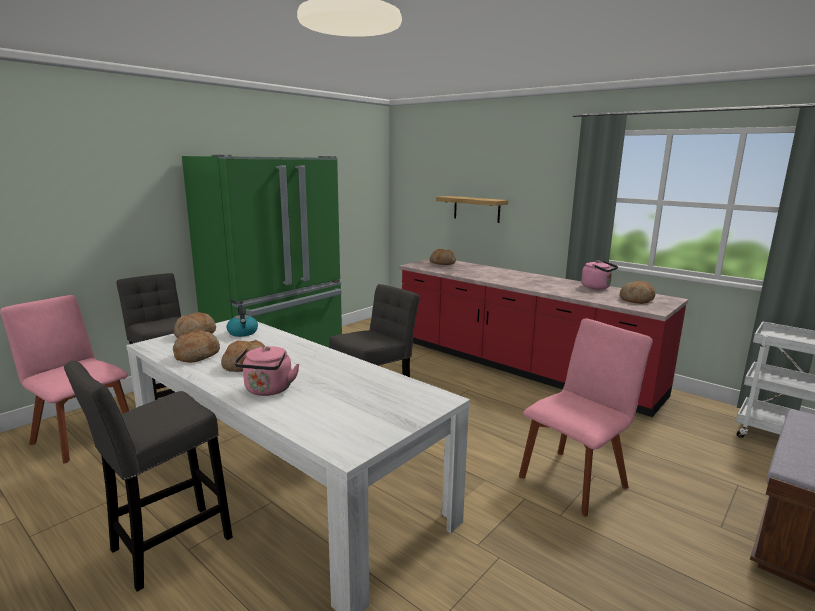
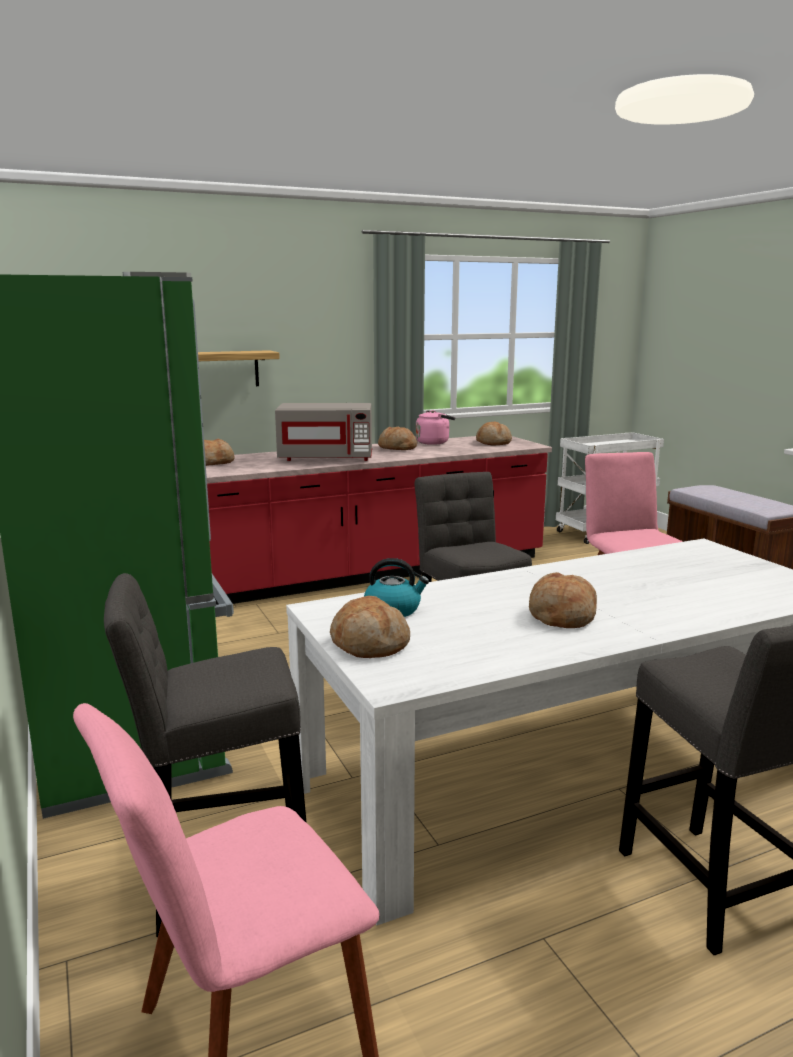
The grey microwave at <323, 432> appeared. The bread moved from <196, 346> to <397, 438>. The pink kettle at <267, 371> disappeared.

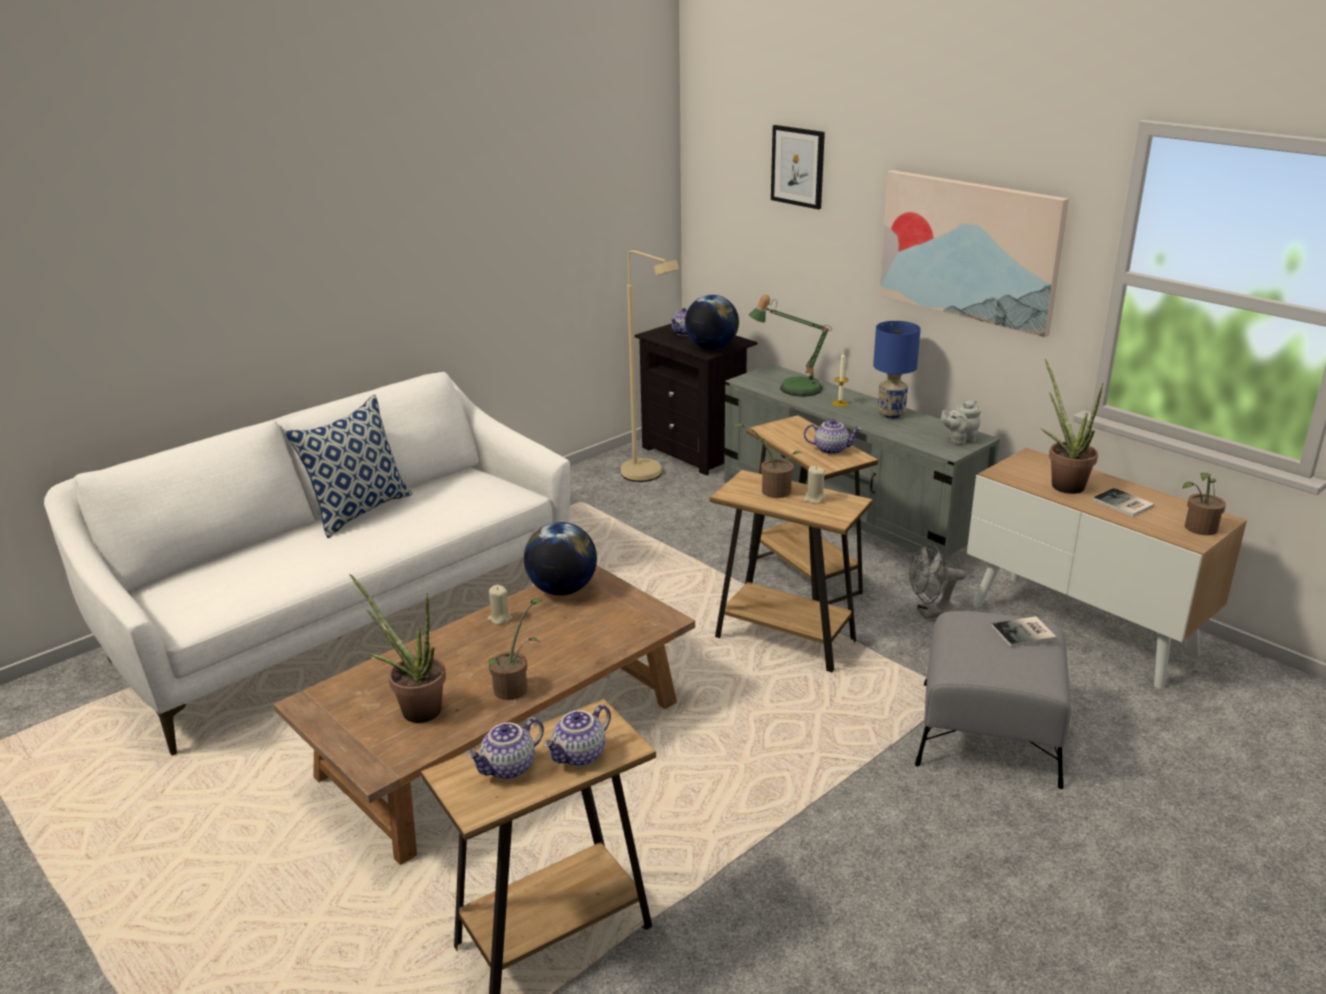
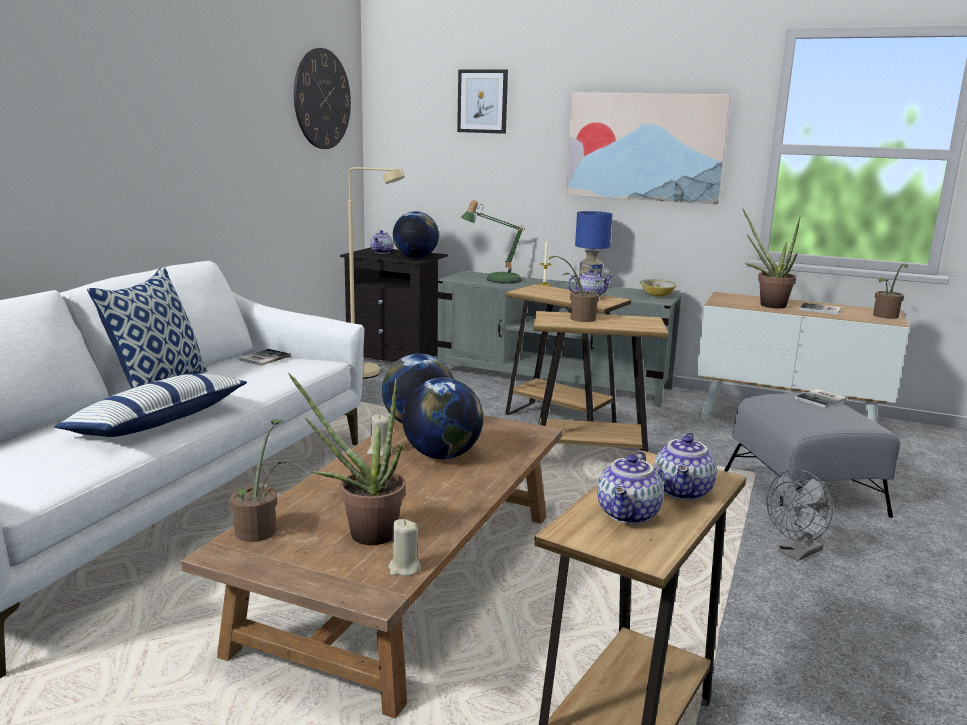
The pillow at <150, 405> appeared. The potted plant moved from <515, 649> to <261, 481>. The book at <265, 357> appeared. The wall clock at <322, 98> appeared. The beige candle moved from <815, 485> to <404, 547>. The globe at <442, 418> appeared. The grey teapot at <961, 422> was replaced by the bowl at <659, 288>. The grey fan moved from <937, 581> to <800, 515>.

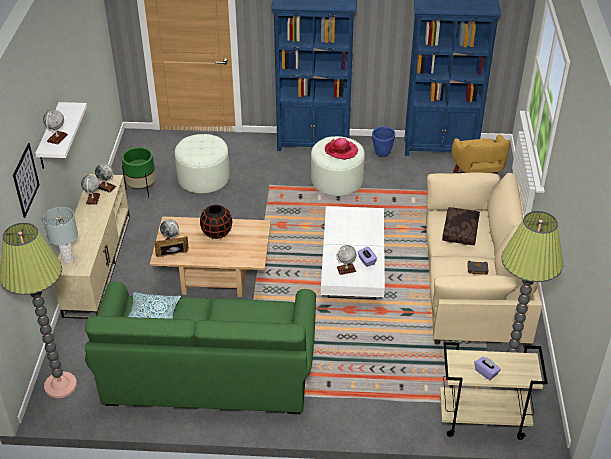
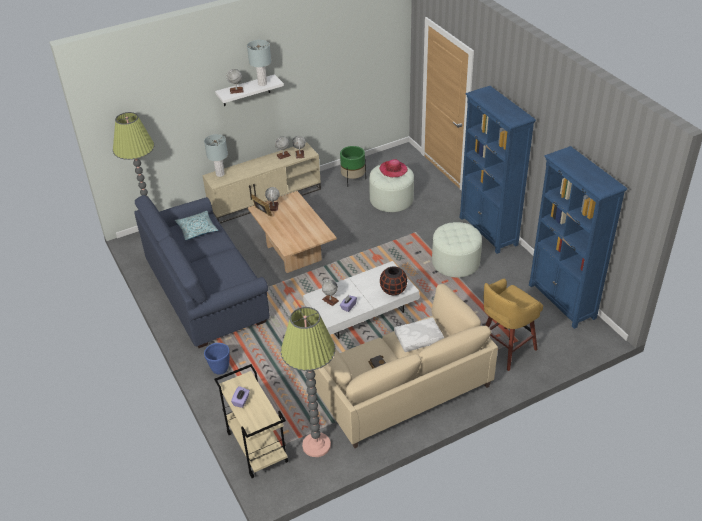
The green sofa at <200, 347> became the blue sofa at <202, 271>. The blue planter moved from <383, 141> to <217, 359>. The grey table lamp at <259, 63> appeared. The hat moved from <341, 149> to <394, 168>. The black vase moved from <216, 222> to <393, 280>. The brown pillow at <461, 226> became the white pillow at <419, 335>. The picture at <26, 180> disappeared.

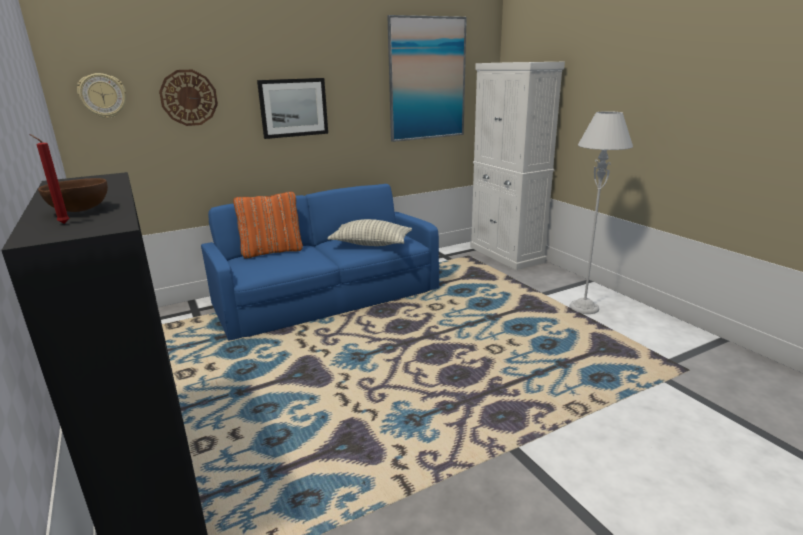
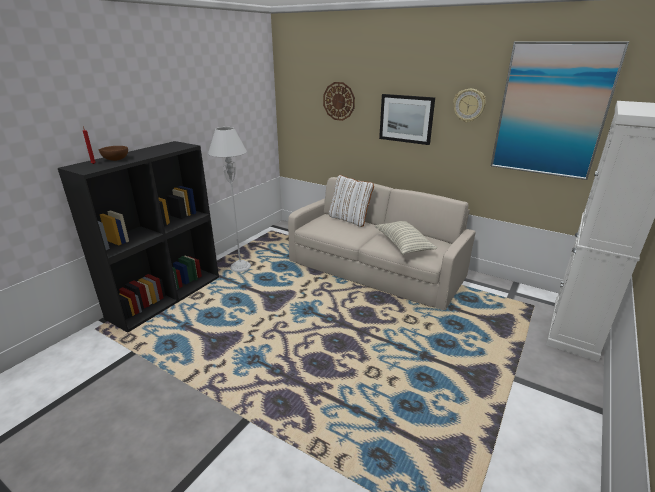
The grey floor lamp moved from <601, 212> to <229, 199>. The blue sofa at <320, 262> became the beige sofa at <382, 243>. The orange pillow at <268, 225> became the white pillow at <351, 201>. The wall clock moved from <101, 95> to <469, 106>.

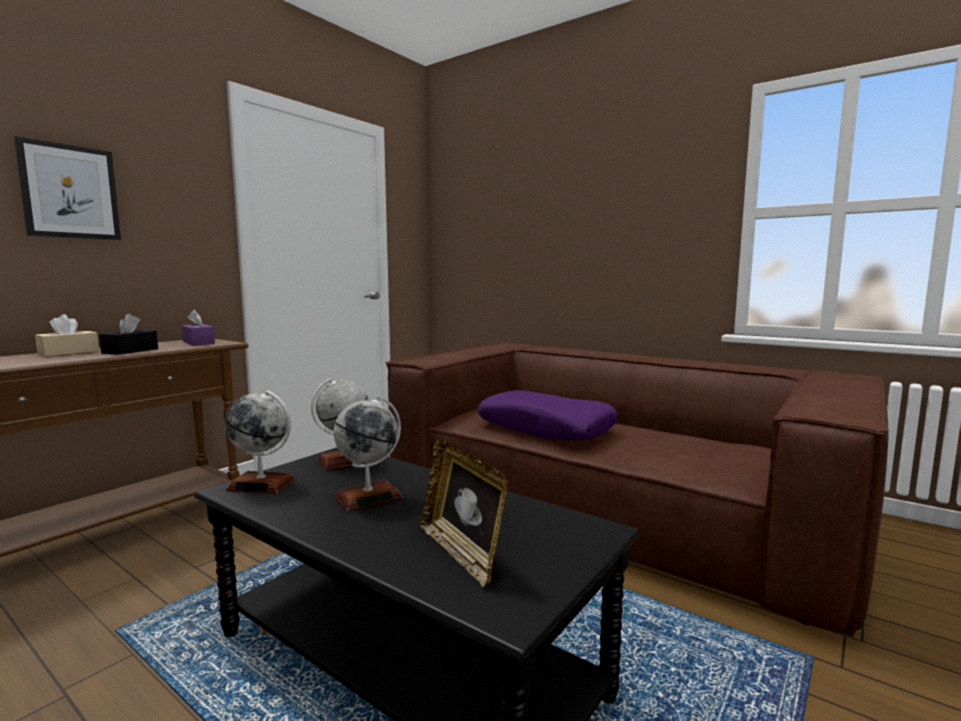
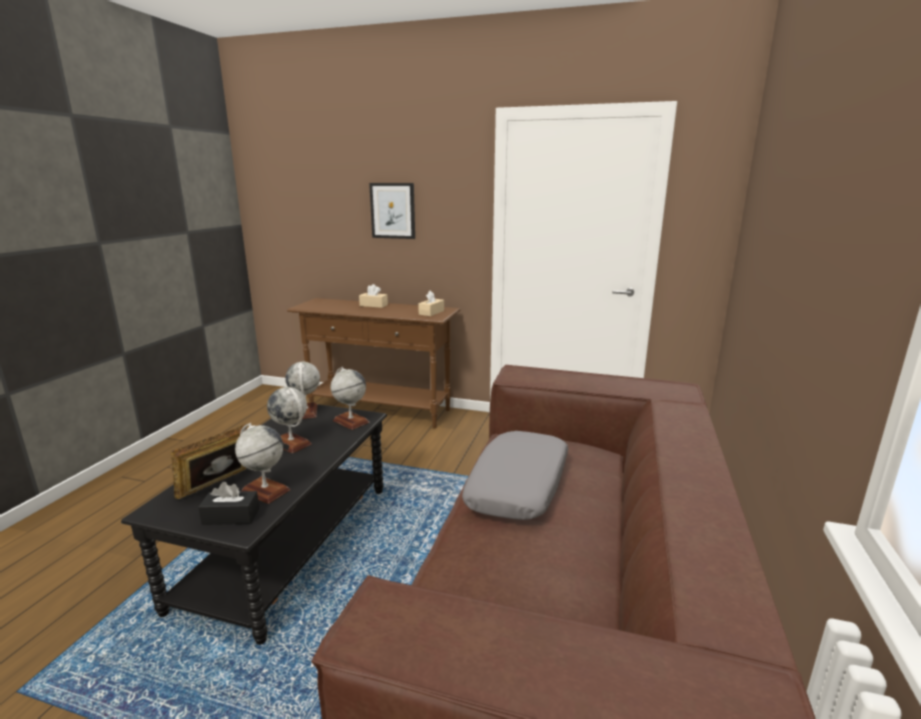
The black tissue box moved from <128, 334> to <229, 503>. The globe at <262, 463> appeared. The purple tissue box at <198, 328> became the beige tissue box at <431, 303>. The purple pillow at <548, 415> became the grey pillow at <515, 475>.

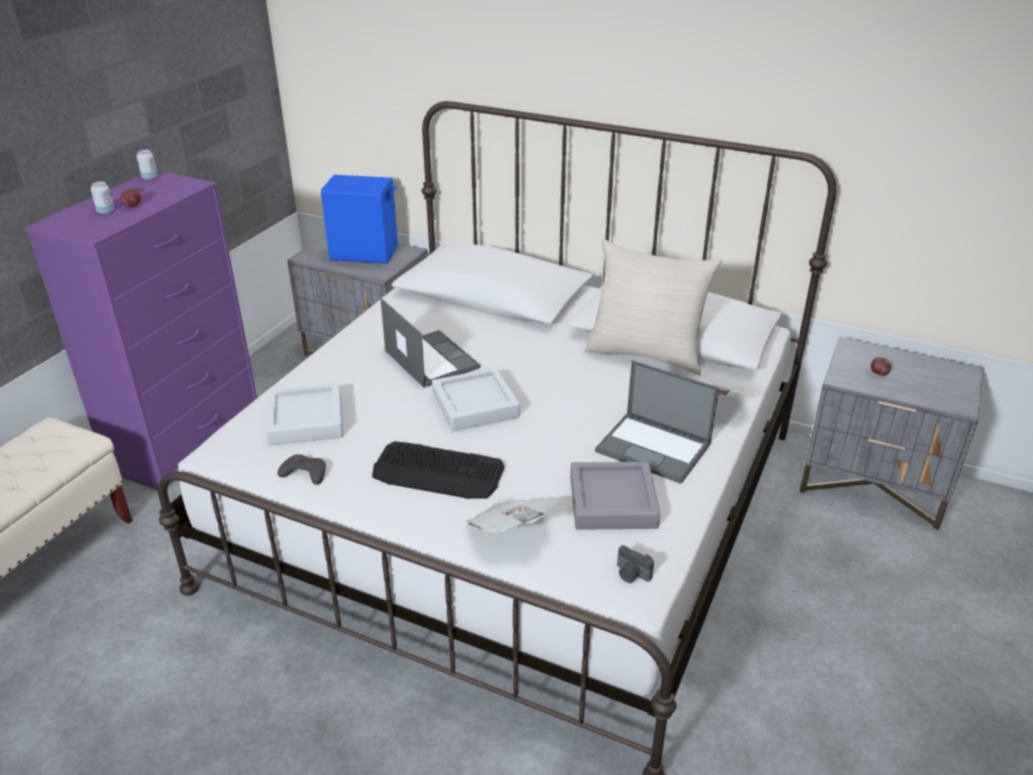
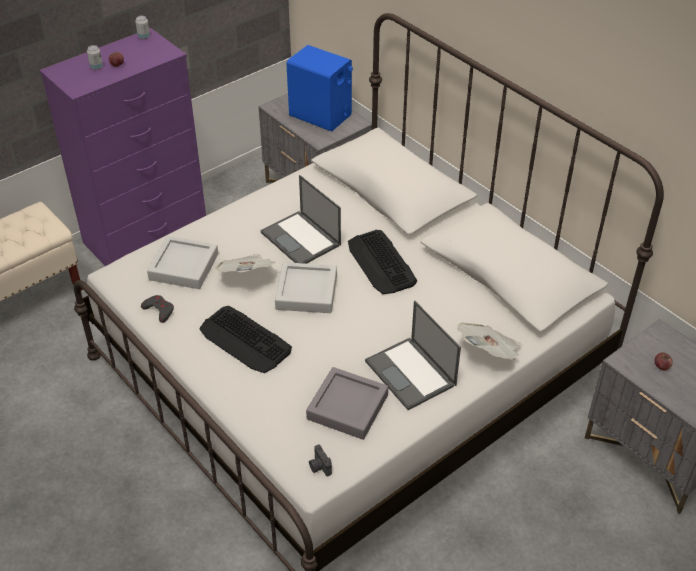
The newspaper moved from <512, 515> to <245, 263>. The laptop at <430, 343> turned 150 degrees clockwise. The keyboard at <382, 262> appeared. The beige pillow at <653, 307> disappeared.

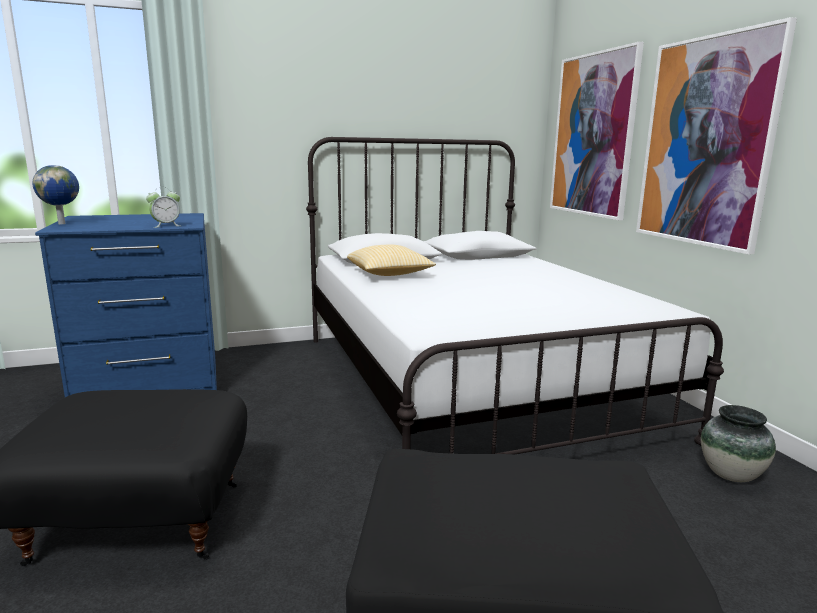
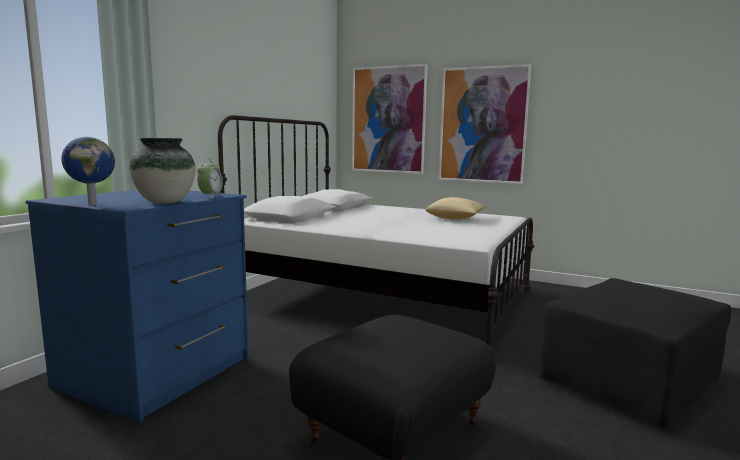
The vase moved from <738, 443> to <162, 171>. The pillow moved from <391, 260> to <456, 208>.

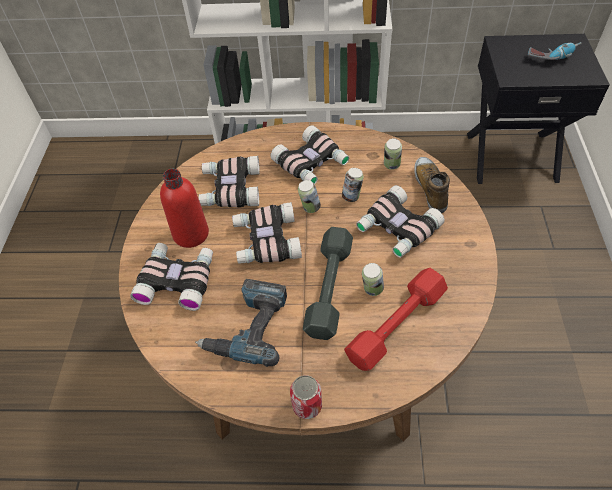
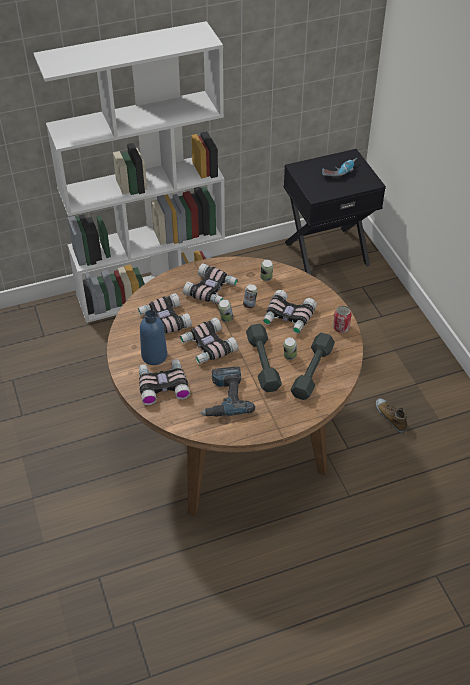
The red bottle at <184, 208> became the blue bottle at <153, 337>. The red dumbbell at <396, 319> became the grey dumbbell at <312, 366>. The can moved from <306, 397> to <342, 319>. The shoe moved from <432, 185> to <391, 415>.

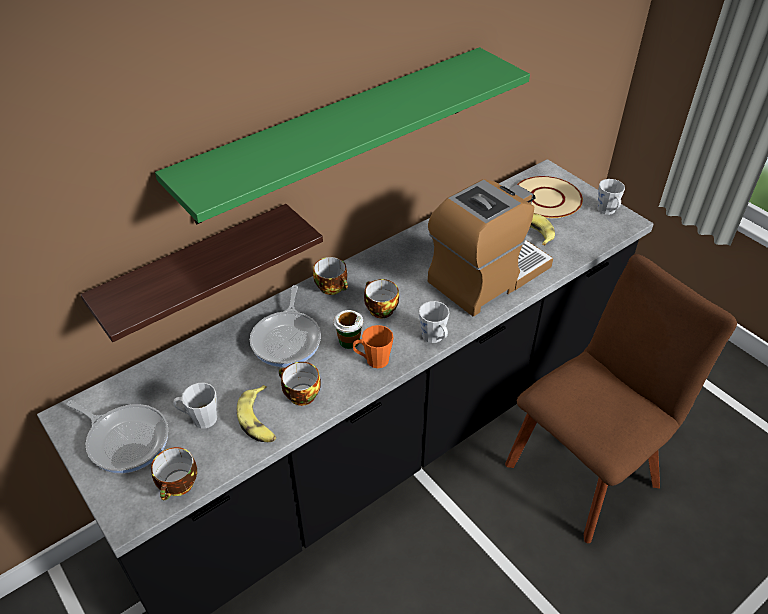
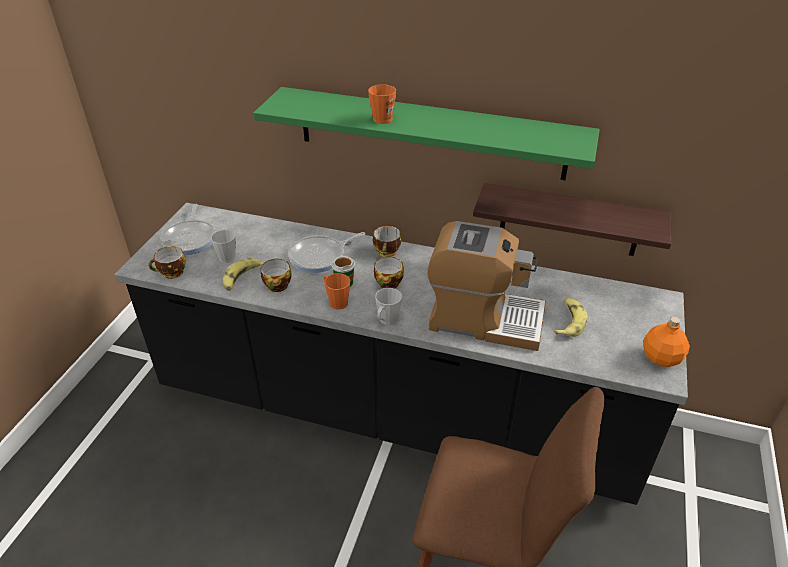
The orange mug at <382, 104> appeared. The shelf moved from <201, 273> to <572, 219>. The grey mug at <611, 197> was replaced by the orange bottle at <666, 342>. The beige plate at <550, 197> disappeared.

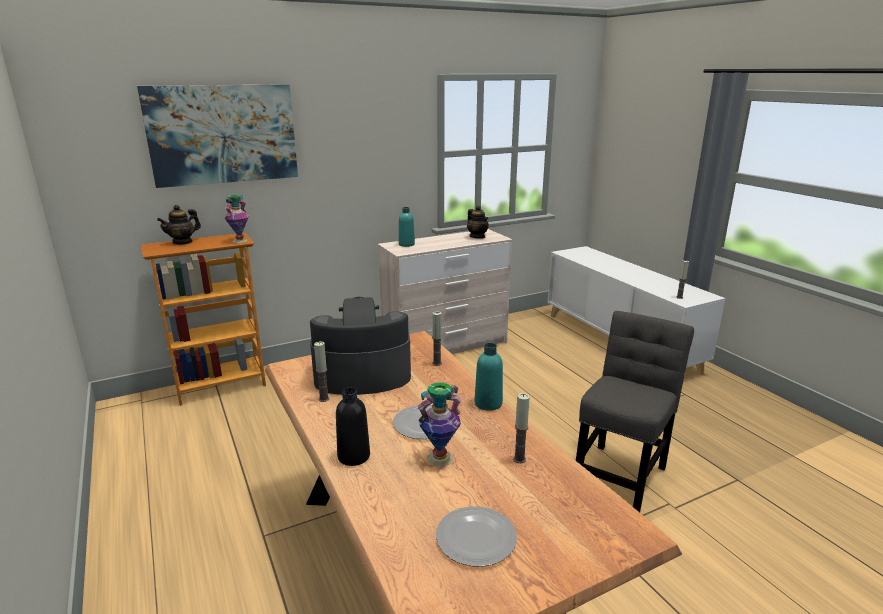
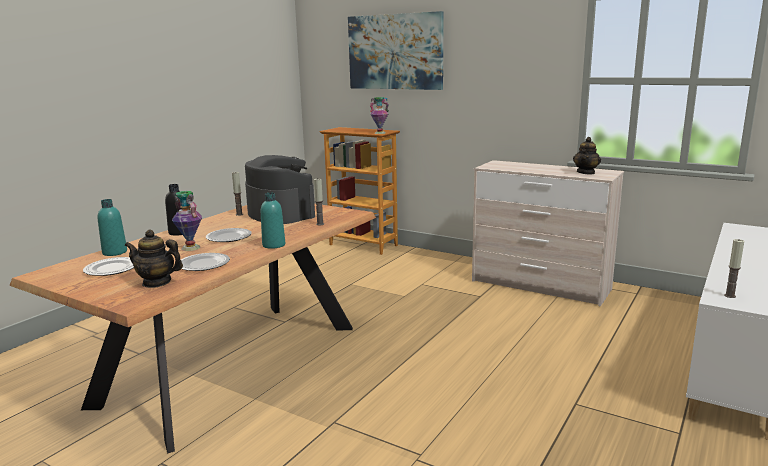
The turquoise bottle moved from <407, 227> to <112, 227>. The teapot moved from <179, 225> to <154, 259>. The candle at <521, 428> was replaced by the plate at <205, 262>. The grey chair at <635, 411> disappeared.

